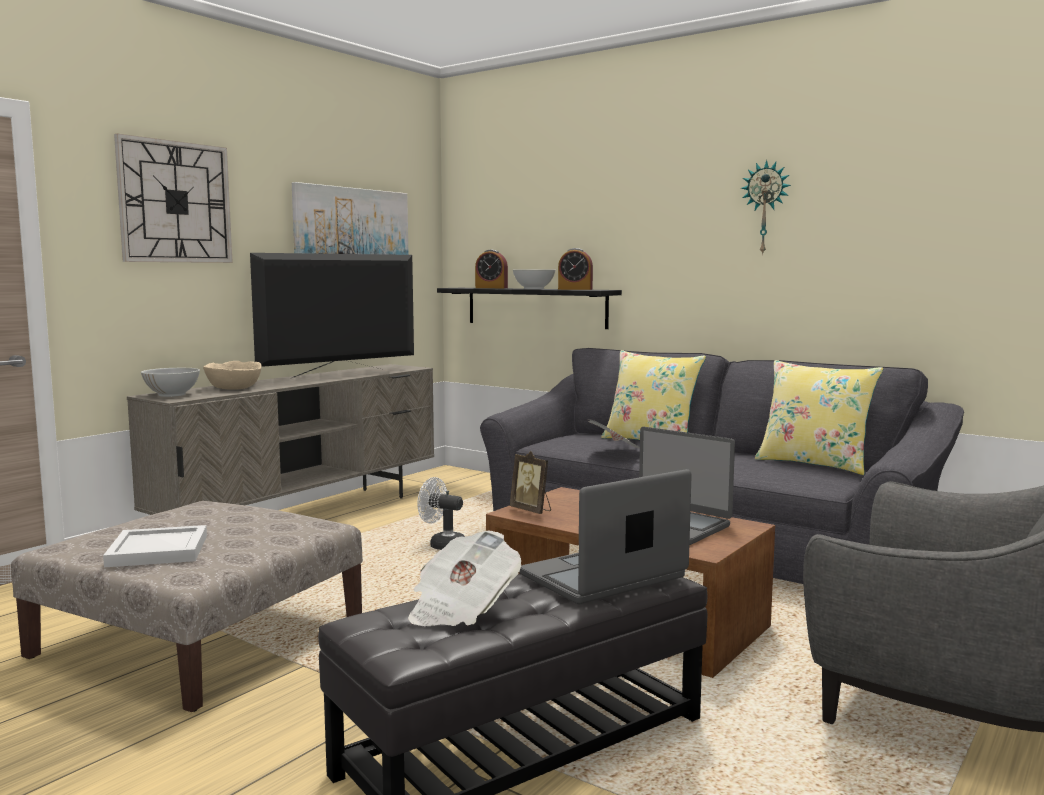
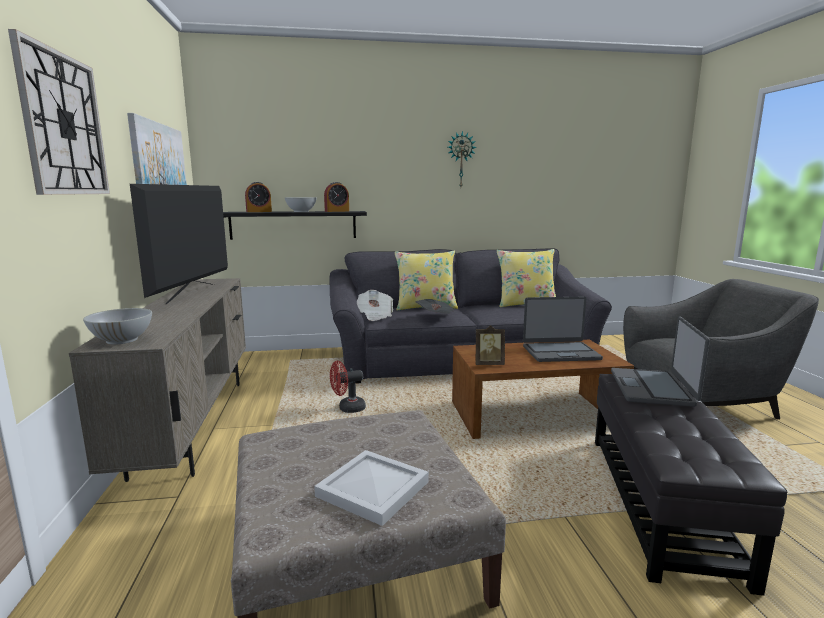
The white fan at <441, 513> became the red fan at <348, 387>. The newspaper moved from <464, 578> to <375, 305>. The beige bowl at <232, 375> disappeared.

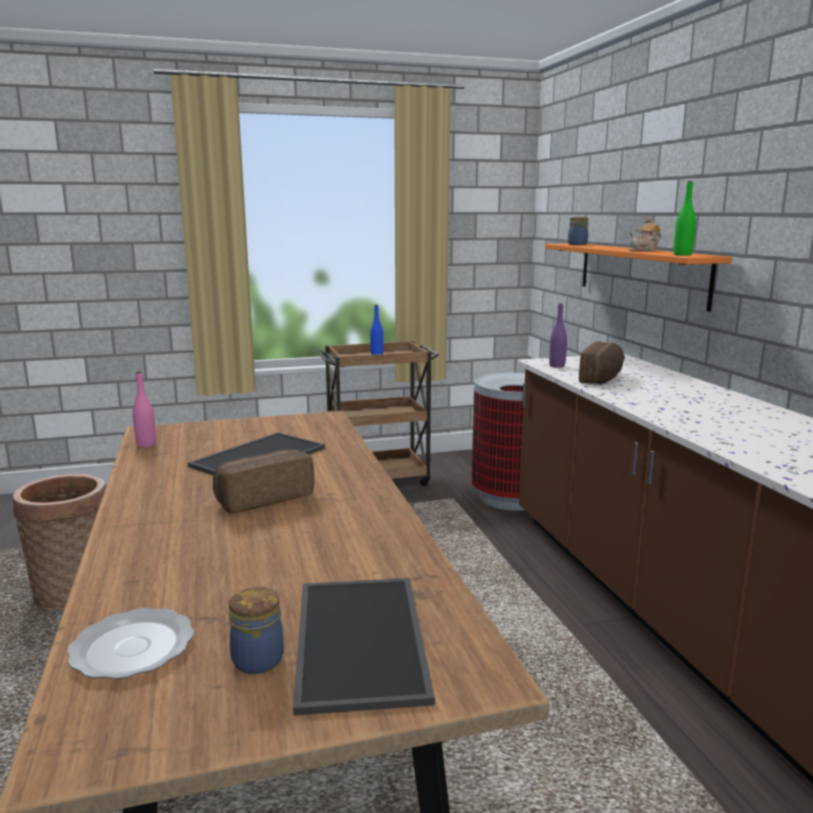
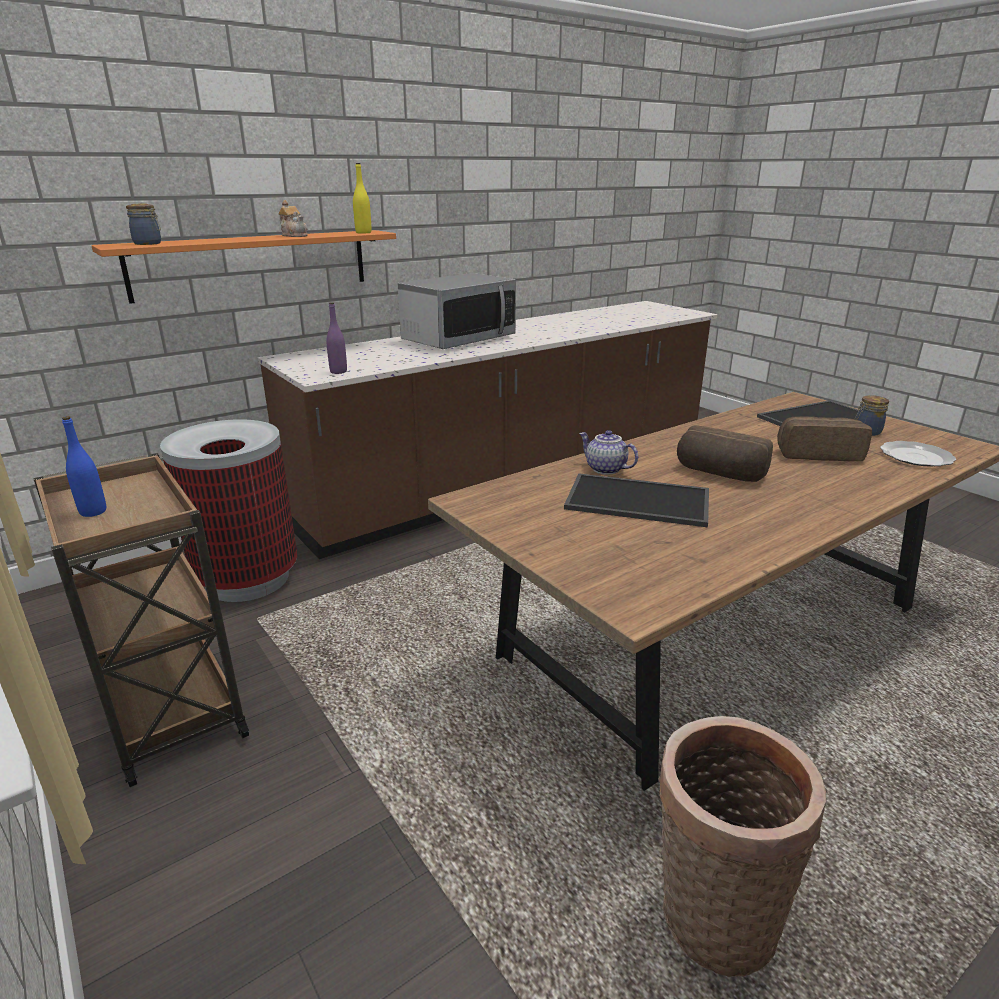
The green bottle at <685, 218> became the yellow bottle at <362, 198>. The microwave at <457, 311> appeared. The teapot at <608, 452> appeared. The bread moved from <602, 362> to <824, 438>. The pink bottle at <144, 409> disappeared.

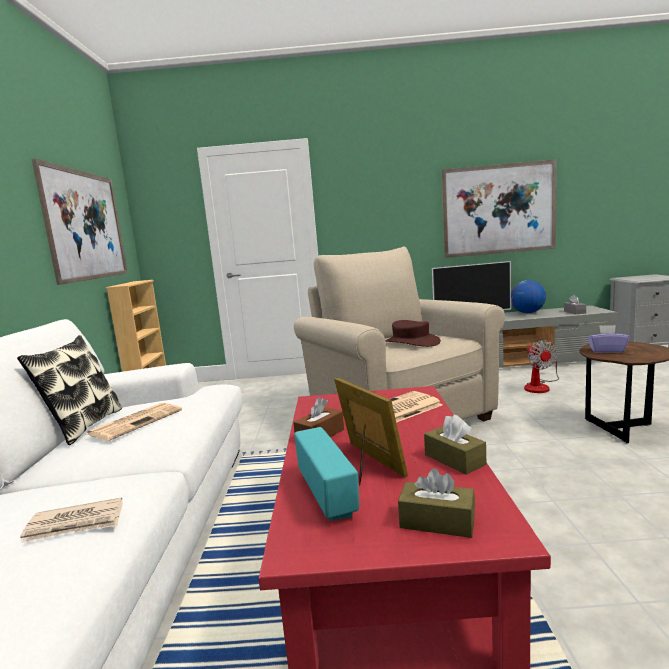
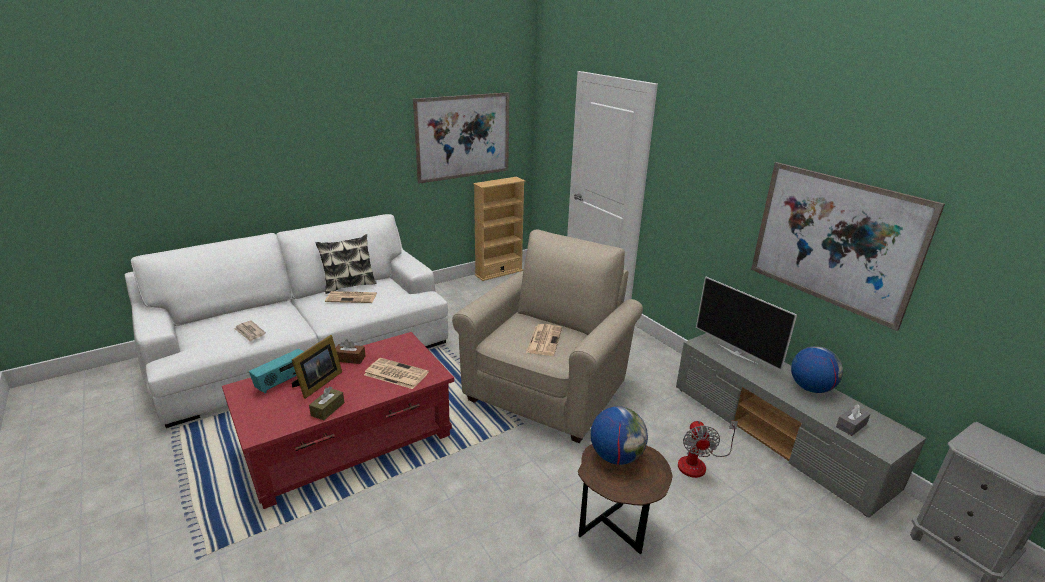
The brown hat at <413, 333> was replaced by the newspaper at <544, 340>. The purple tissue box at <608, 339> was replaced by the globe at <619, 435>. The fan at <541, 366> turned 45 degrees counterclockwise. The brown tissue box at <436, 503> disappeared.

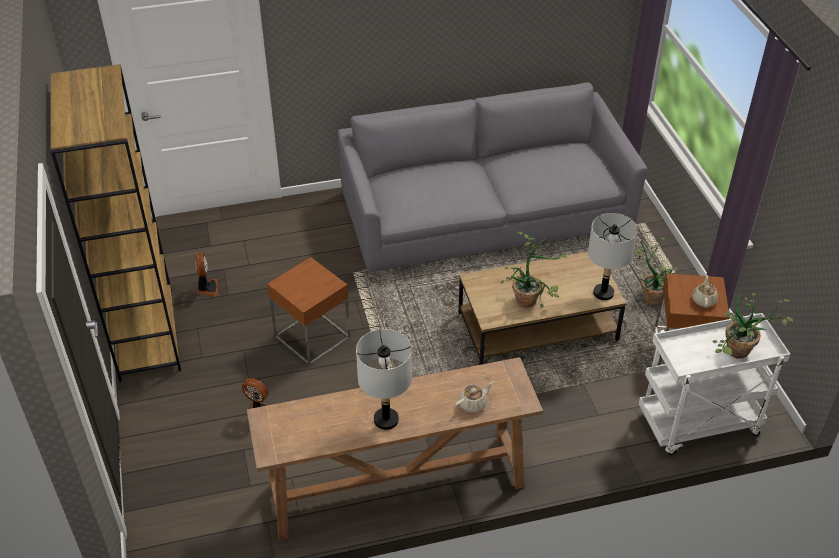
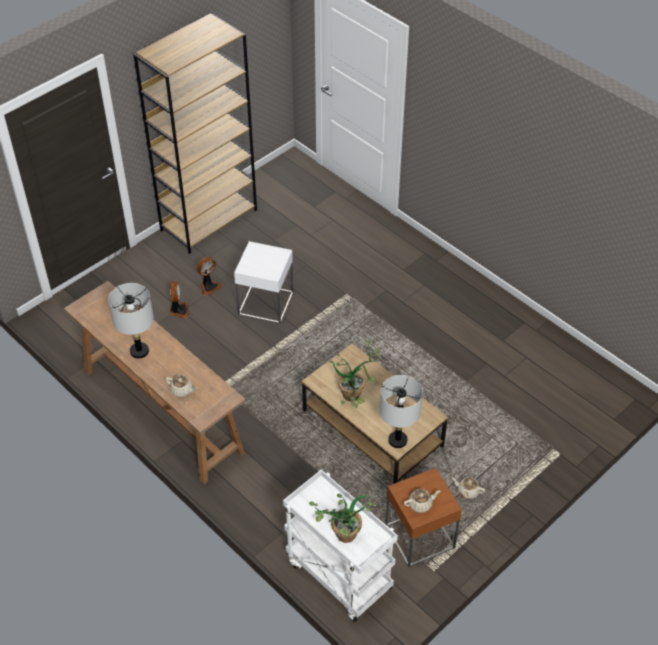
The fan moved from <207, 274> to <209, 276>. The brown side table at <309, 311> became the white side table at <263, 282>. The potted plant at <655, 271> was replaced by the beige teapot at <469, 488>. The grey sofa at <492, 177> disappeared.

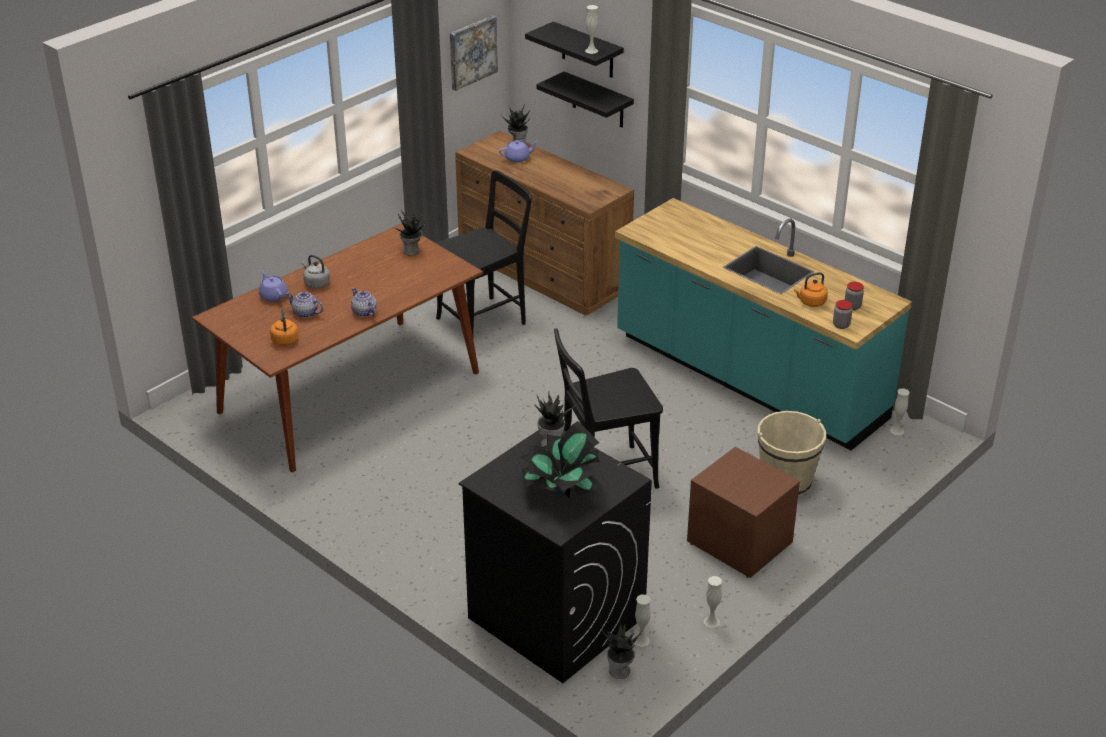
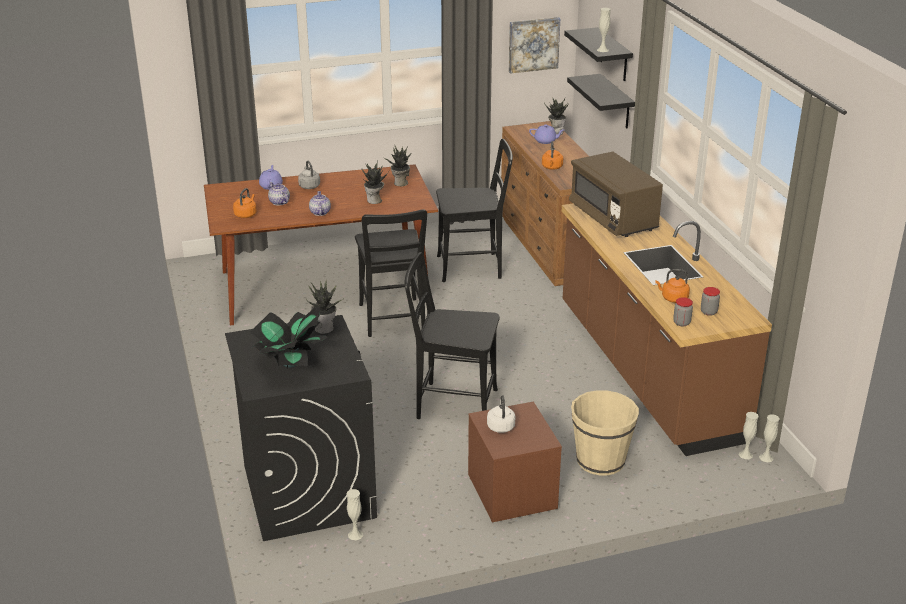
The black chair at <391, 273> appeared. The potted plant moved from <622, 650> to <375, 182>. The white kettle at <501, 414> appeared. The orange kettle at <552, 155> appeared. The turquoise counter at <763, 324> became the brown counter at <667, 330>. The brown microwave at <616, 194> appeared. The white vase moved from <713, 602> to <769, 438>.

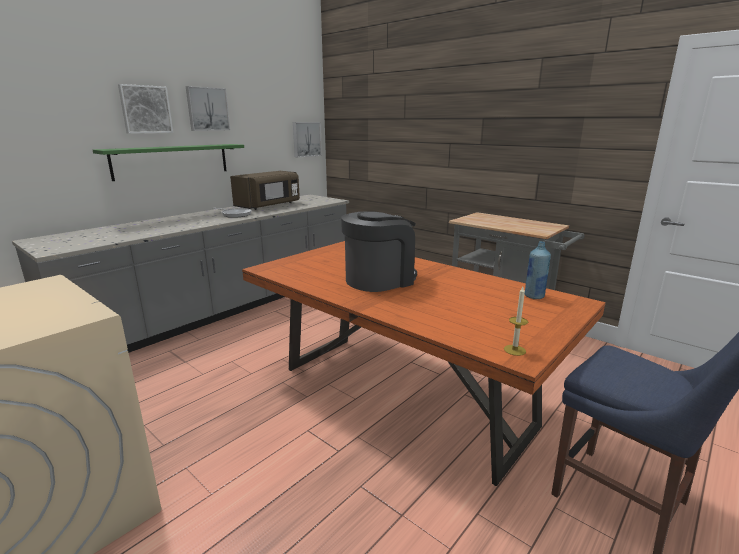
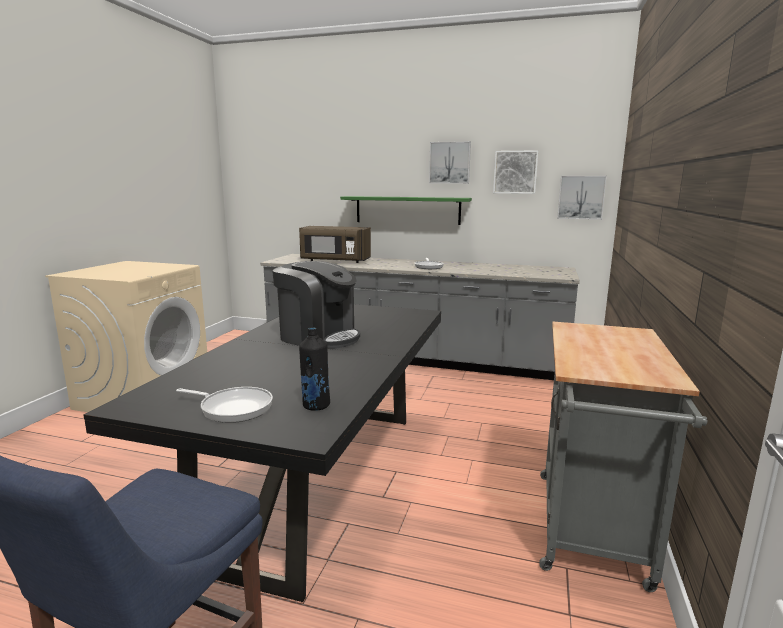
The orange dining table at <424, 363> became the black dining table at <262, 453>. The frying pan at <224, 405> appeared. The brown microwave moved from <265, 190> to <335, 244>. The blue bottle at <538, 270> became the black bottle at <314, 369>. The picture moved from <145, 109> to <515, 172>. The candle at <516, 321> disappeared.

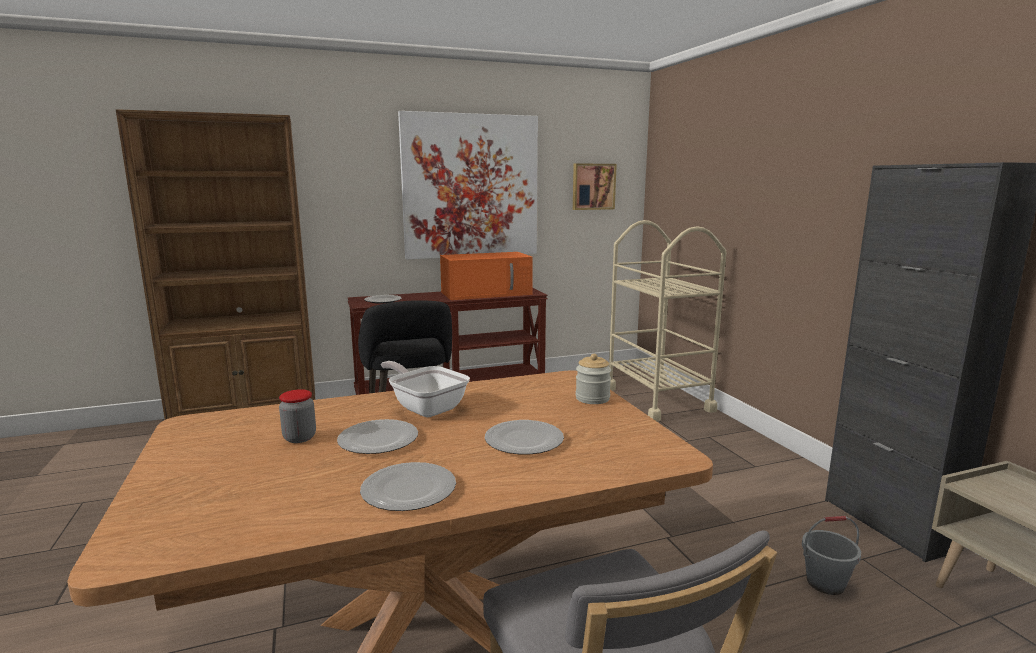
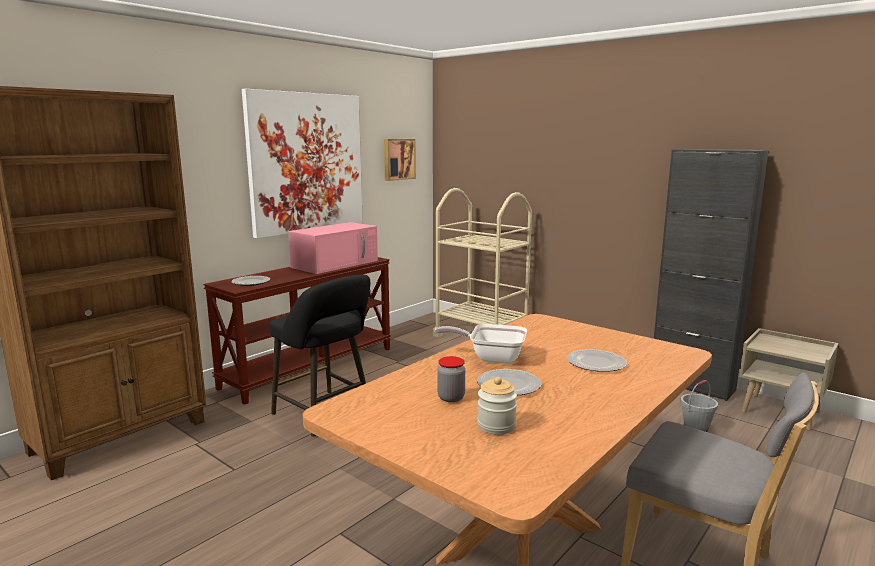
The orange microwave at <486, 276> became the pink microwave at <333, 248>. The jar moved from <593, 379> to <497, 406>. The plate at <408, 486> disappeared.

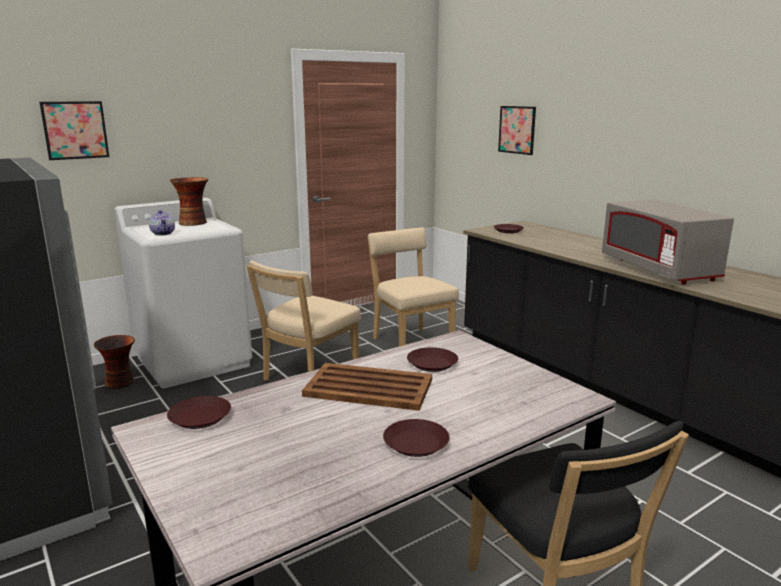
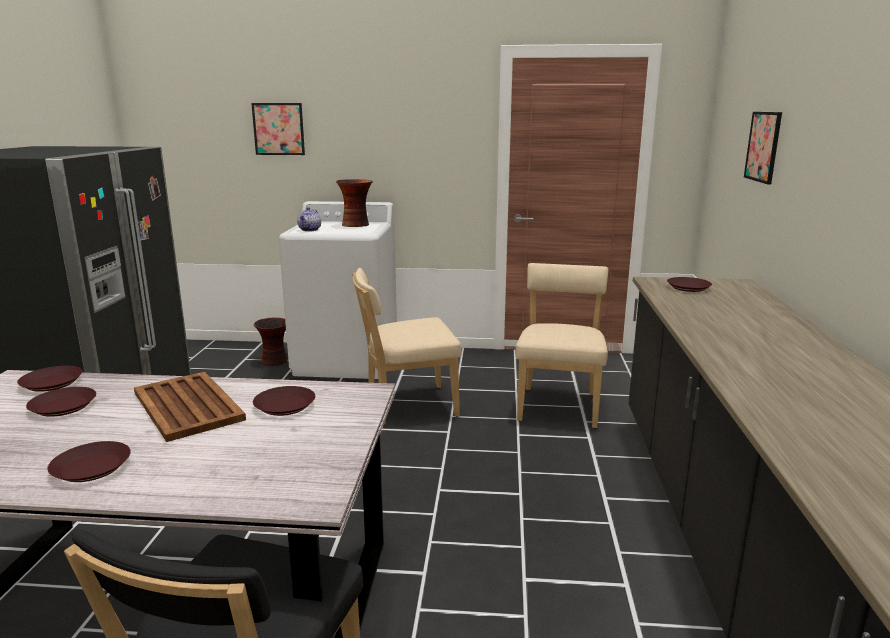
The brown plate at <61, 402> appeared. The grey microwave at <668, 242> disappeared.

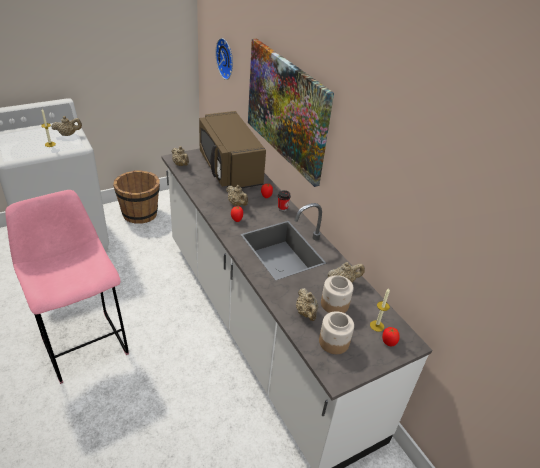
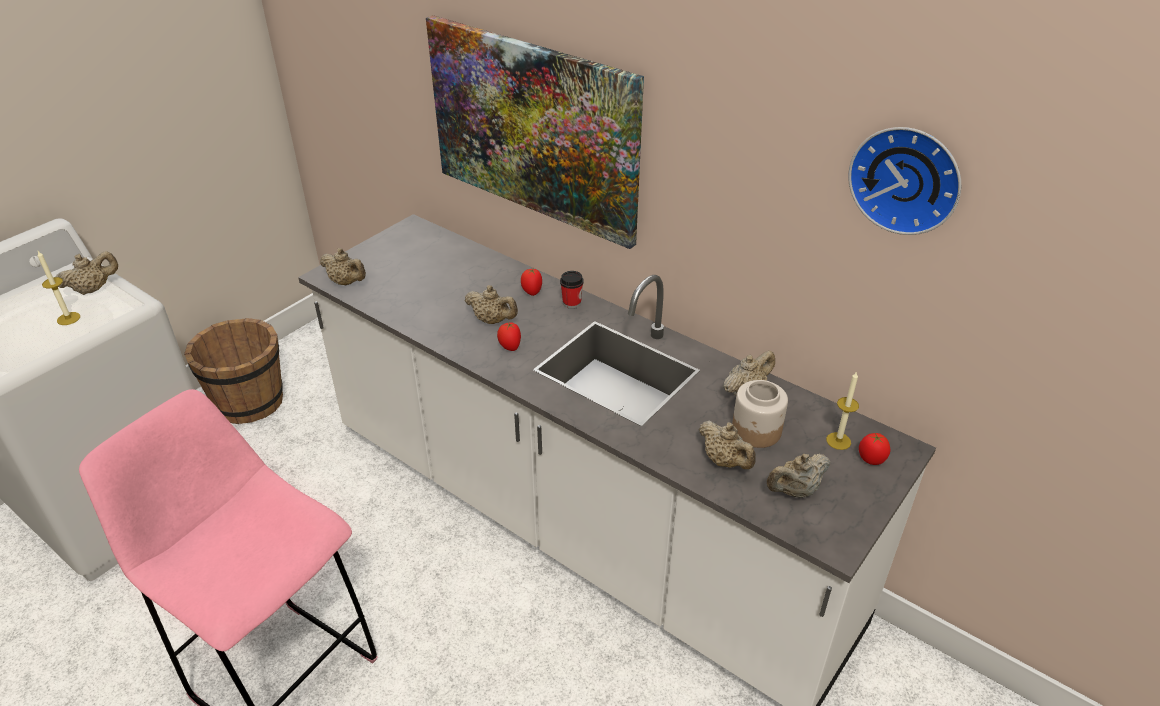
The jar at <336, 332> was replaced by the beige teapot at <798, 475>. The wall clock moved from <224, 59> to <904, 181>. The brown microwave at <232, 149> disappeared.

